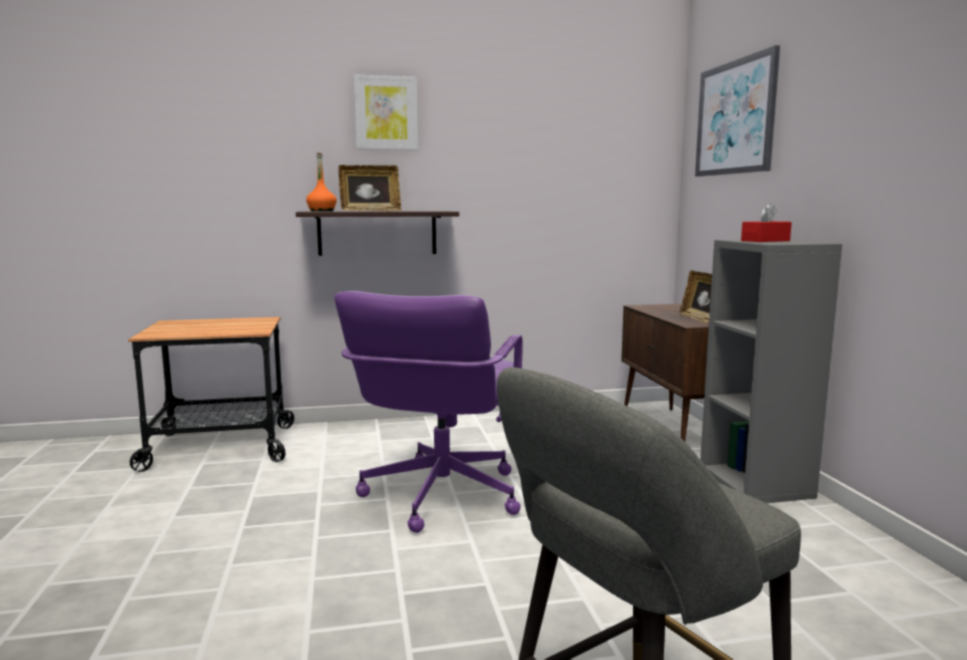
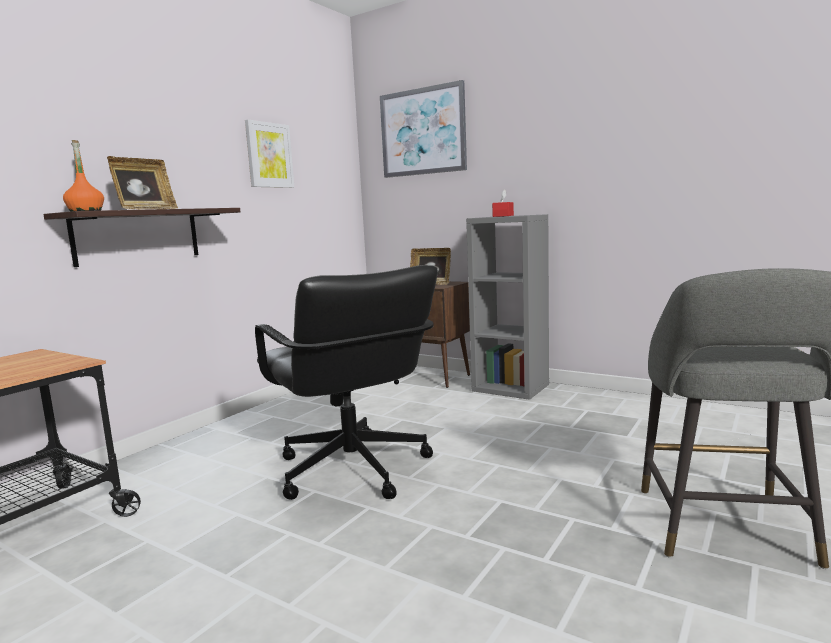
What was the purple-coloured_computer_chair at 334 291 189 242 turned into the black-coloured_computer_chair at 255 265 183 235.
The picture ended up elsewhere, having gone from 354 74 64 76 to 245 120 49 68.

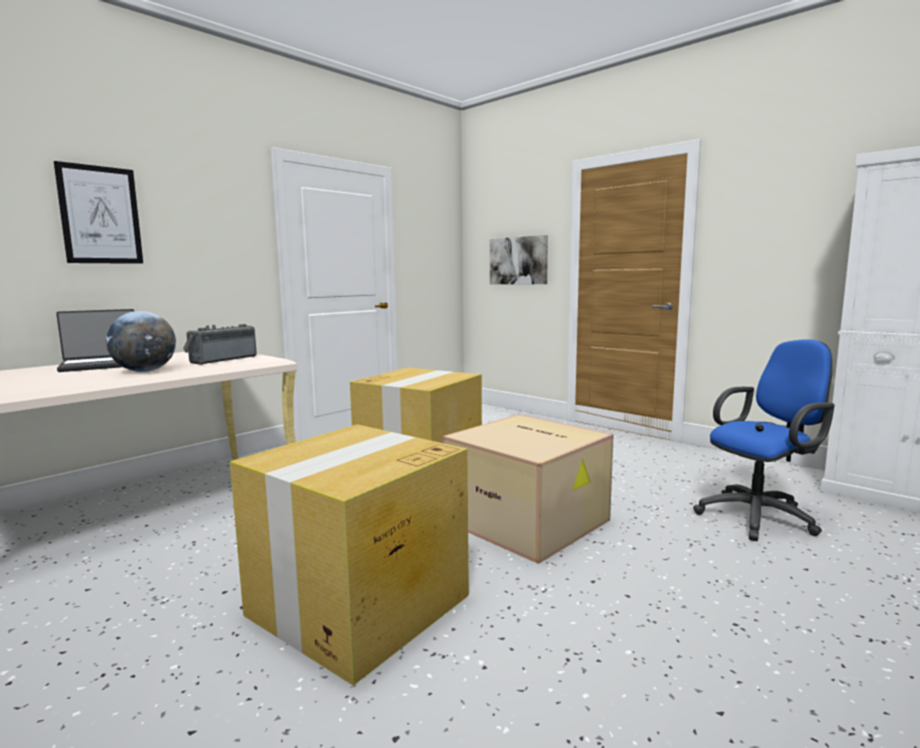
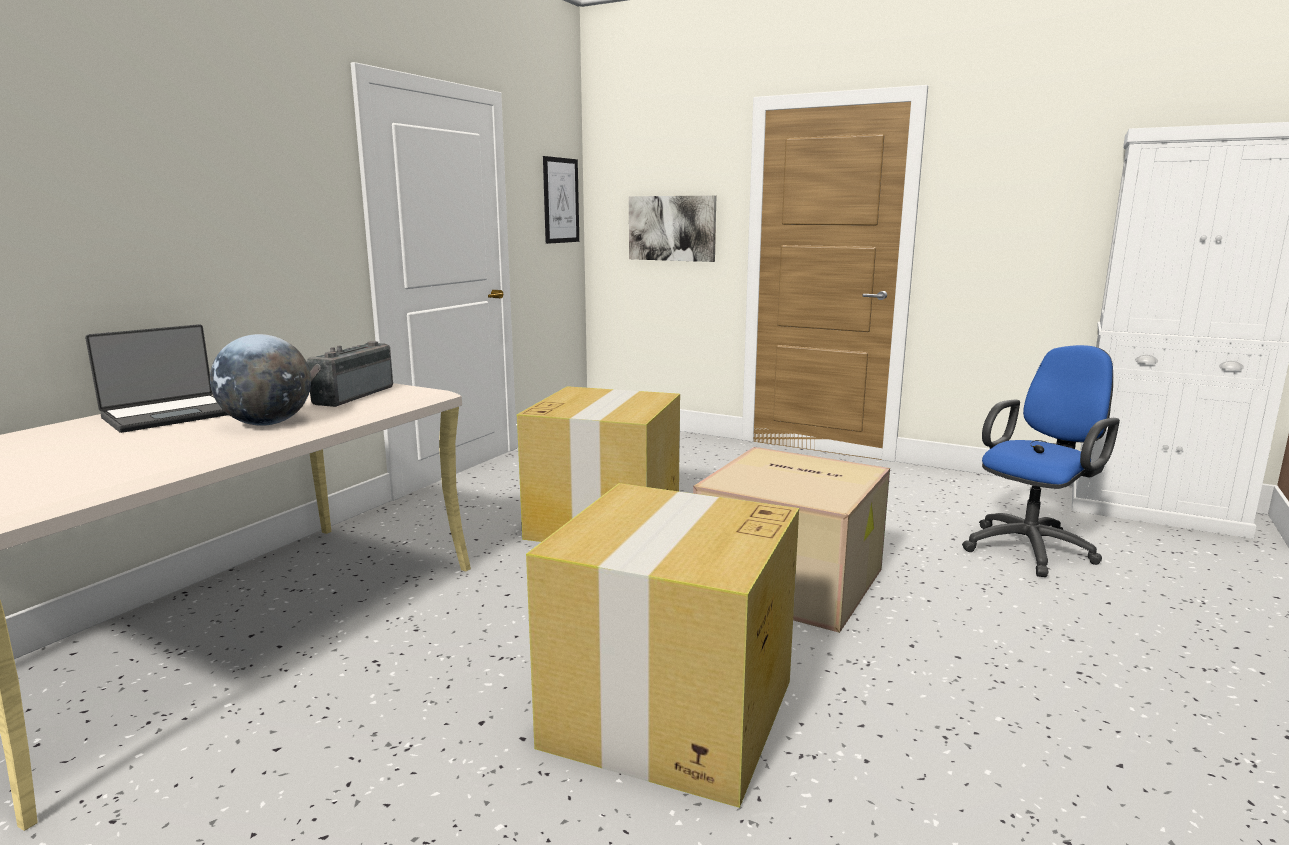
The picture ended up elsewhere, having gone from 54 161 89 103 to 543 156 36 88.

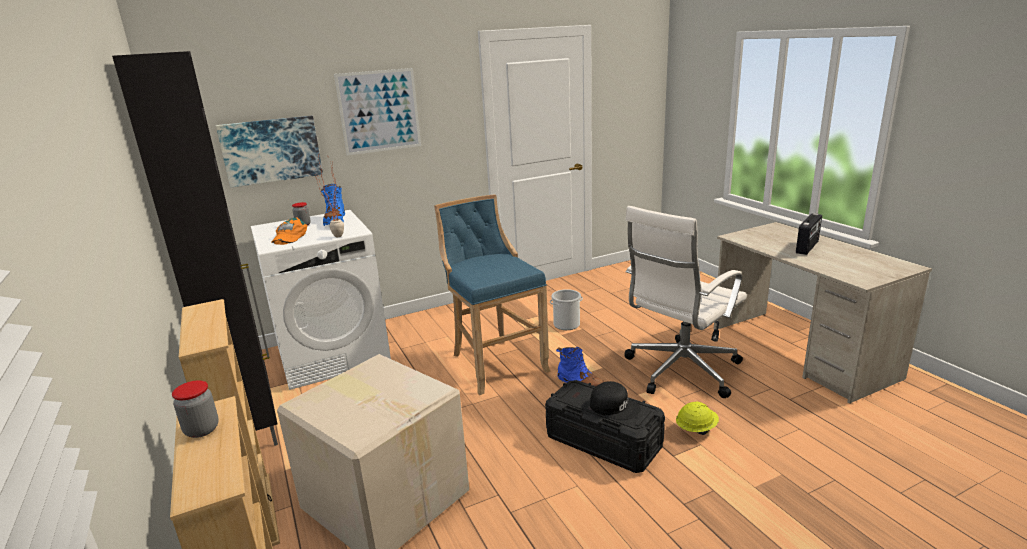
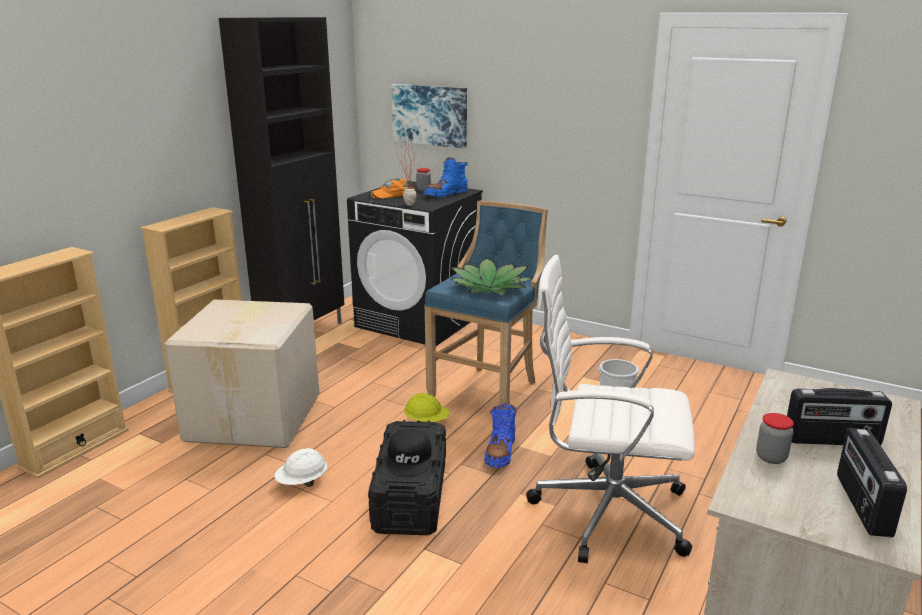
The storage_jar ended up elsewhere, having gone from 172 380 47 58 to 756 413 38 51.
What was the white_washing_machine at 251 210 140 180 turned into the black-coloured_washing_machine at 347 181 136 165.
The second view lost the picture at 334 68 87 88.
The yellow_work_helmet ended up elsewhere, having gone from 676 401 43 34 to 404 393 46 29.
The second view gained the white_work_helmet at 274 448 53 39.
The second view gained the houseplant at 450 258 83 37.
The second view gained the radio_receiver at 837 428 70 109.

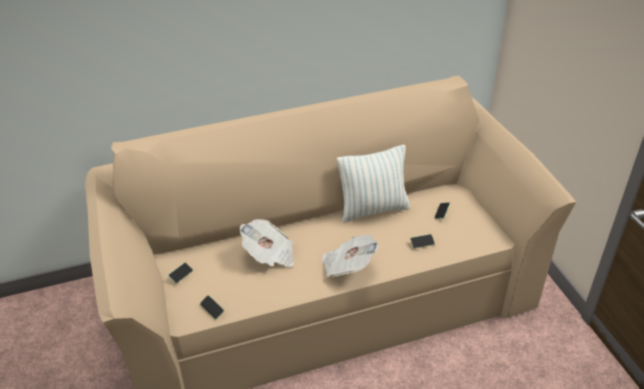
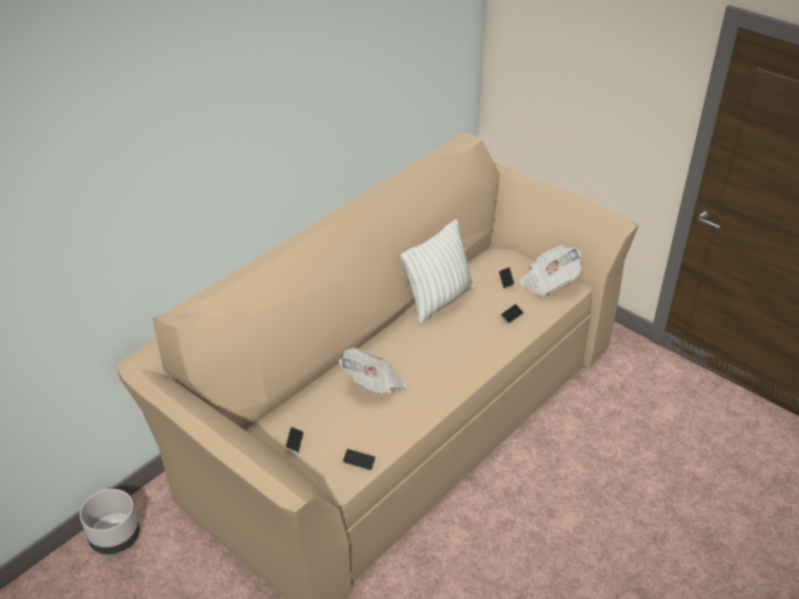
The daily_paper ended up elsewhere, having gone from 322 234 57 43 to 520 245 62 52.
The second view gained the grey_planter at 80 489 60 65.

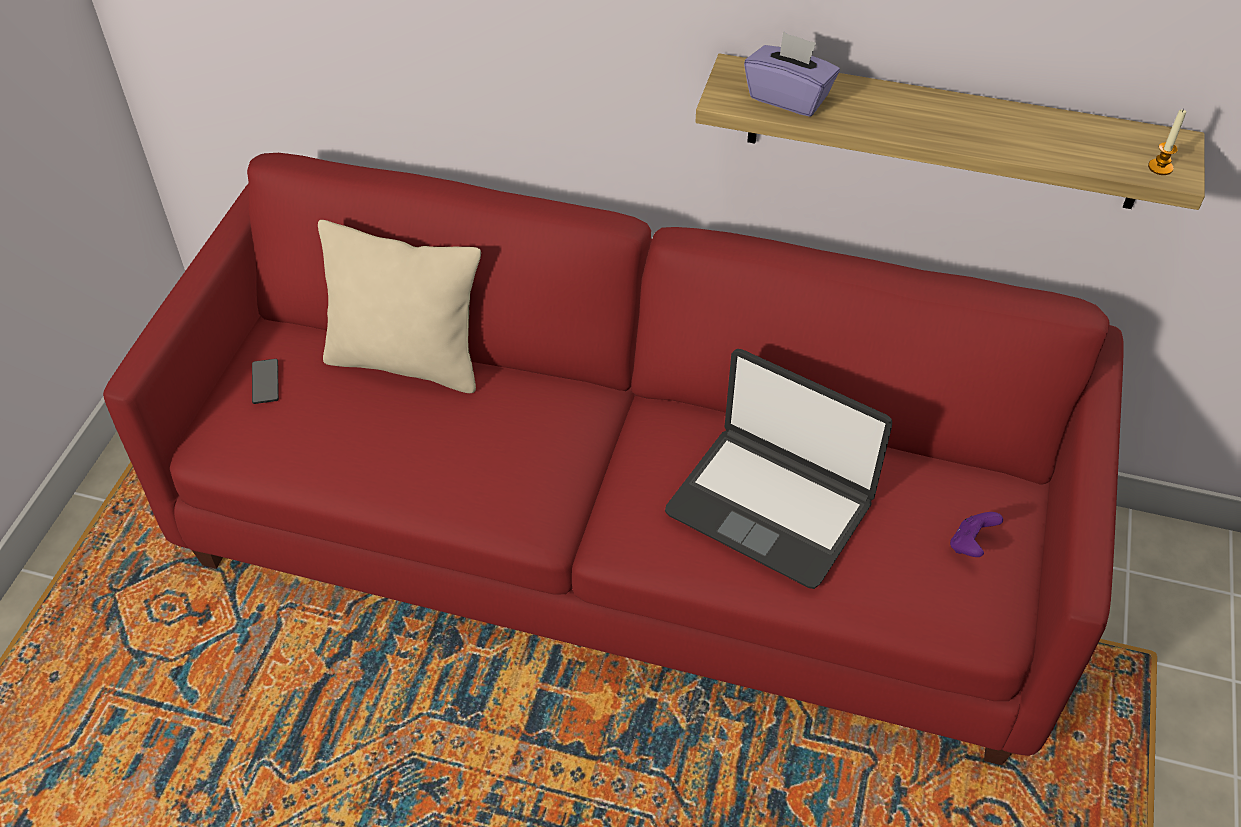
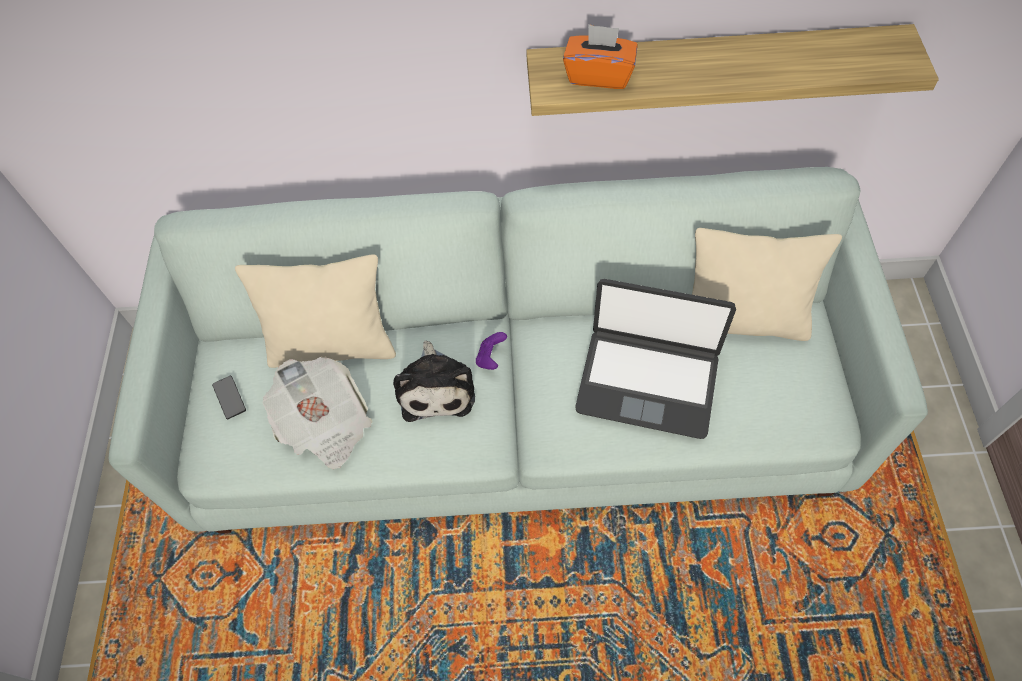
What was the red-coloured_settee at 103 153 1021 612 turned into the white_settee at 109 167 819 366.
What was the purple-coloured_tissue_box at 744 31 96 86 turned into the orange_tissue_box at 563 24 75 65.
The purple-coloured_game_controller ended up elsewhere, having gone from 950 512 53 45 to 476 332 31 38.
The second view lost the wax_light at 1148 109 38 66.
The second view gained the daily_paper at 263 357 110 112.
The second view gained the cuddly_toy at 393 341 82 81.
The second view gained the beige-coloured_throw_pillow at 692 228 150 113.

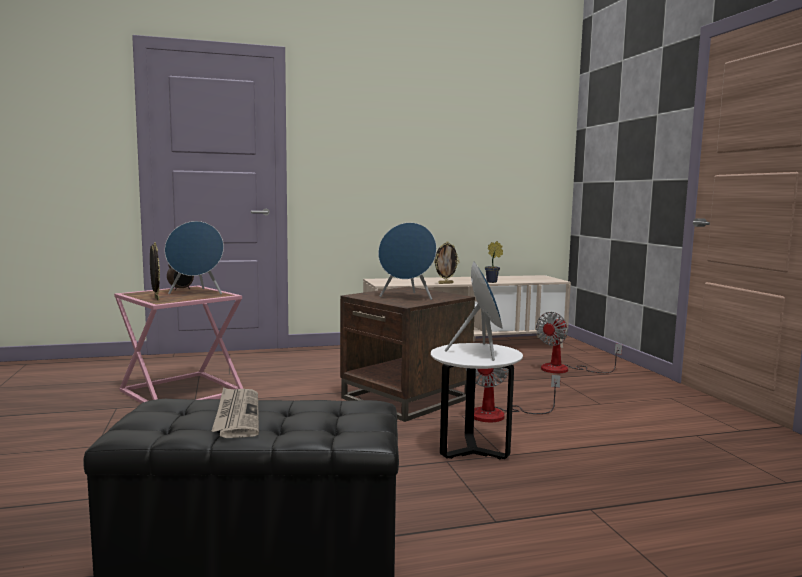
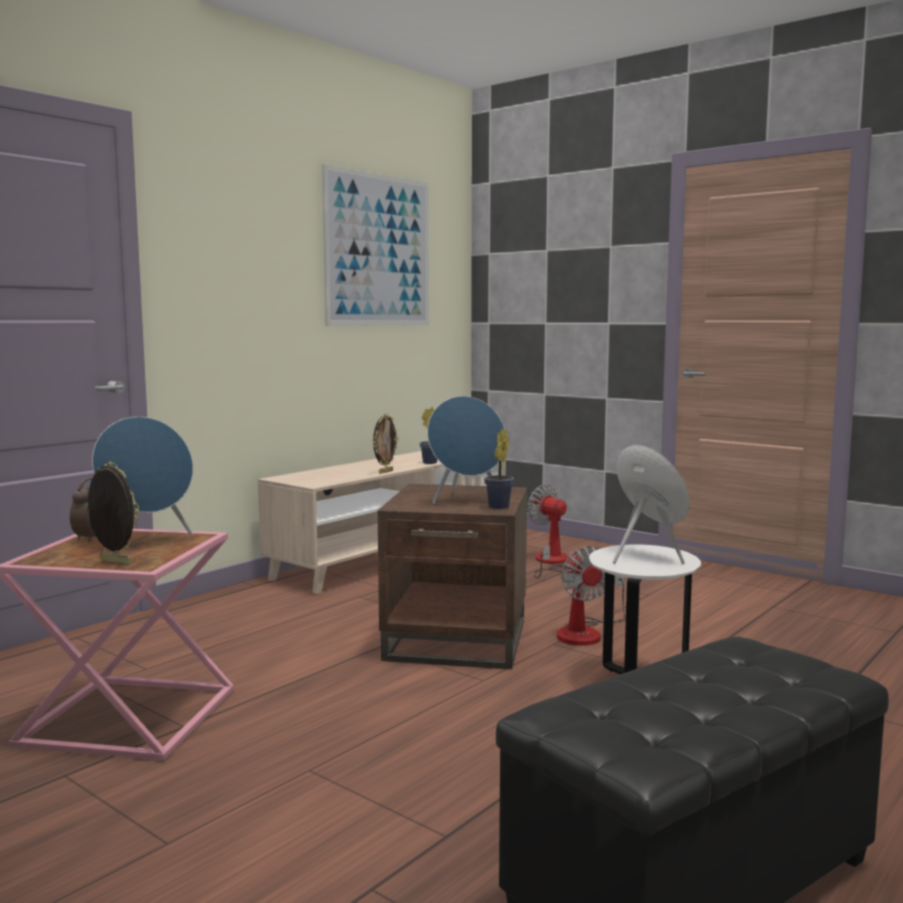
The second view lost the daily_paper at 212 387 47 51.
The electric_fan at 536 312 86 61 ended up facing another way, 135 degrees clockwise from before.
The second view gained the picture at 322 164 107 162.
The second view gained the houseplant at 484 429 30 80.

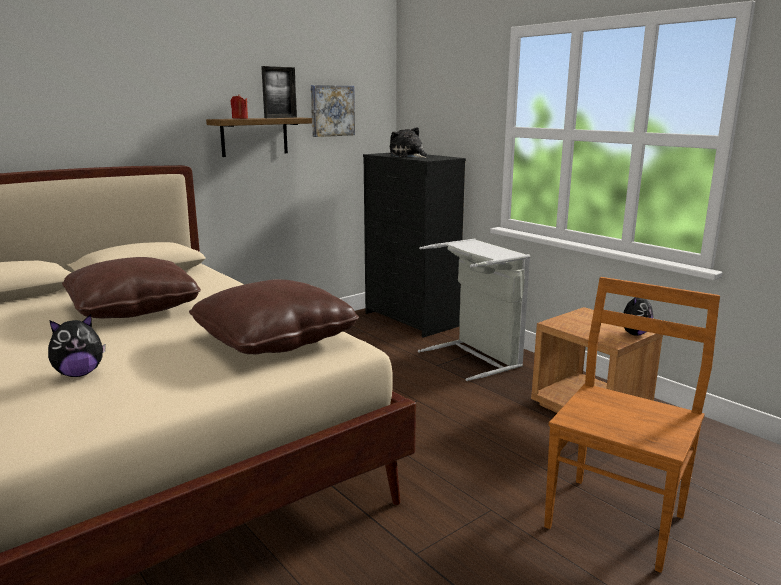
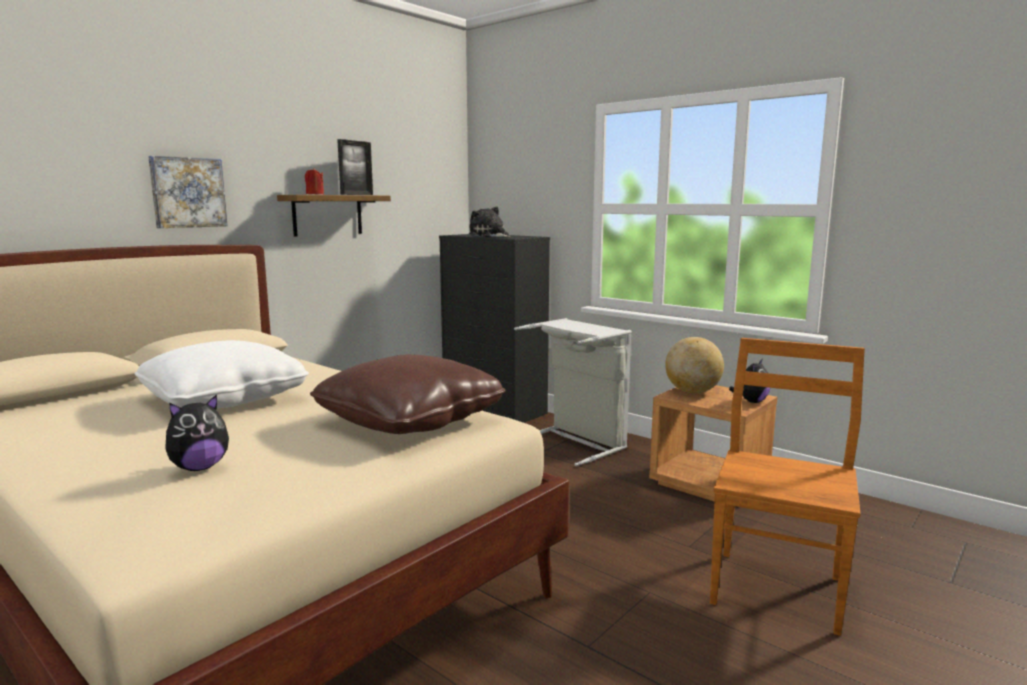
What was the brown_throw_pillow at 62 257 139 61 turned into the white_throw_pillow at 134 340 175 68.
The picture ended up elsewhere, having gone from 311 85 44 52 to 148 156 80 72.
The second view gained the world_globe at 665 337 59 57.

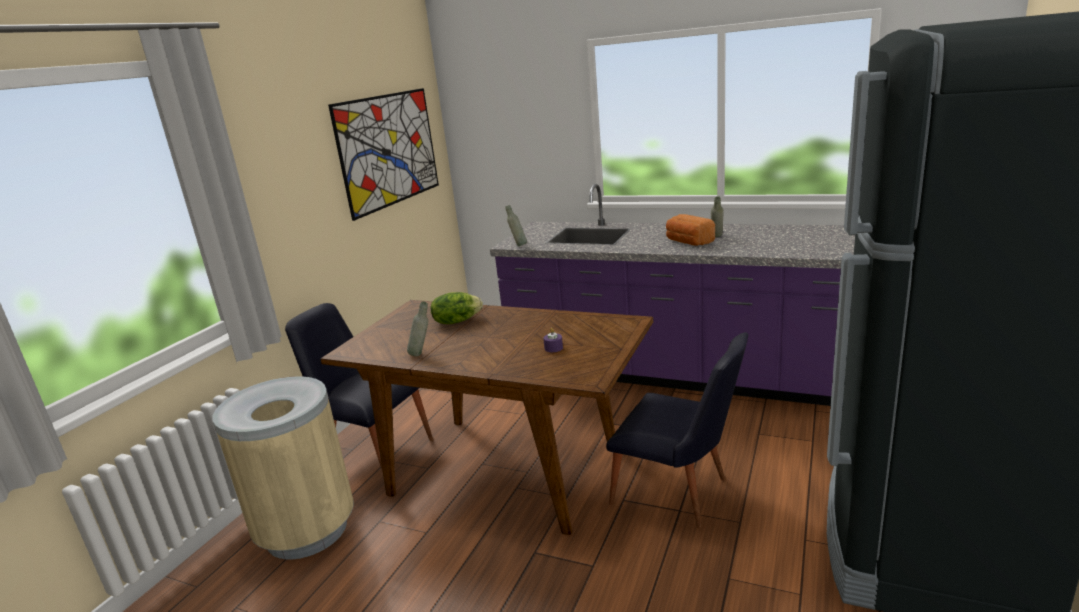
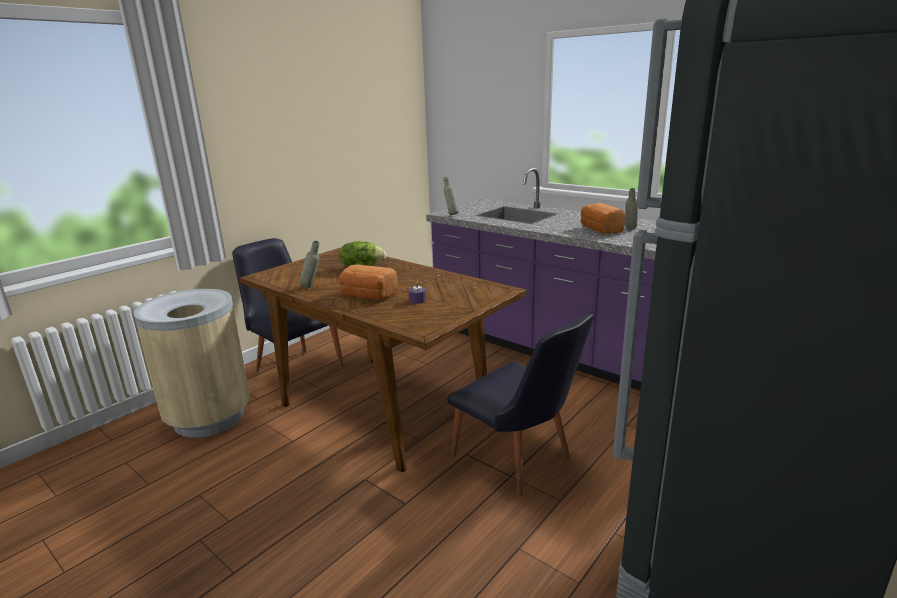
The second view lost the picture at 328 88 111 133.
The second view gained the baked_bread at 339 265 59 35.

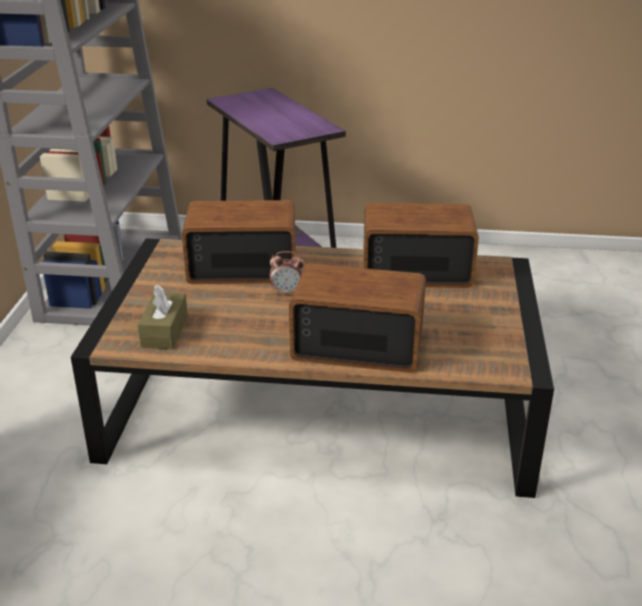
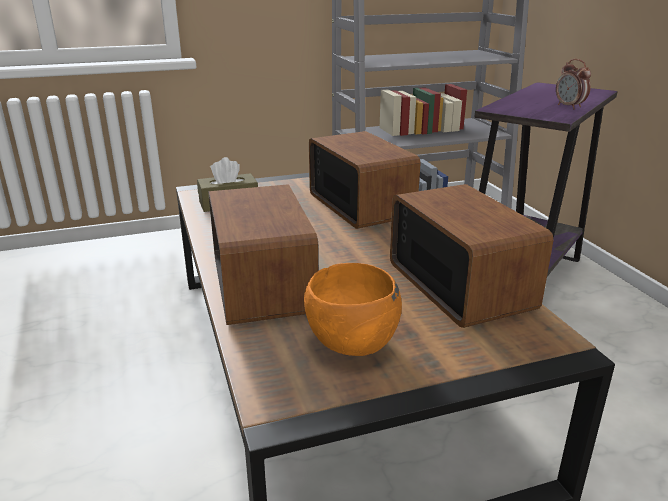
The bedside_clock ended up elsewhere, having gone from 270 251 34 44 to 556 59 35 50.
The second view gained the orange_deep_dish at 304 263 98 93.

